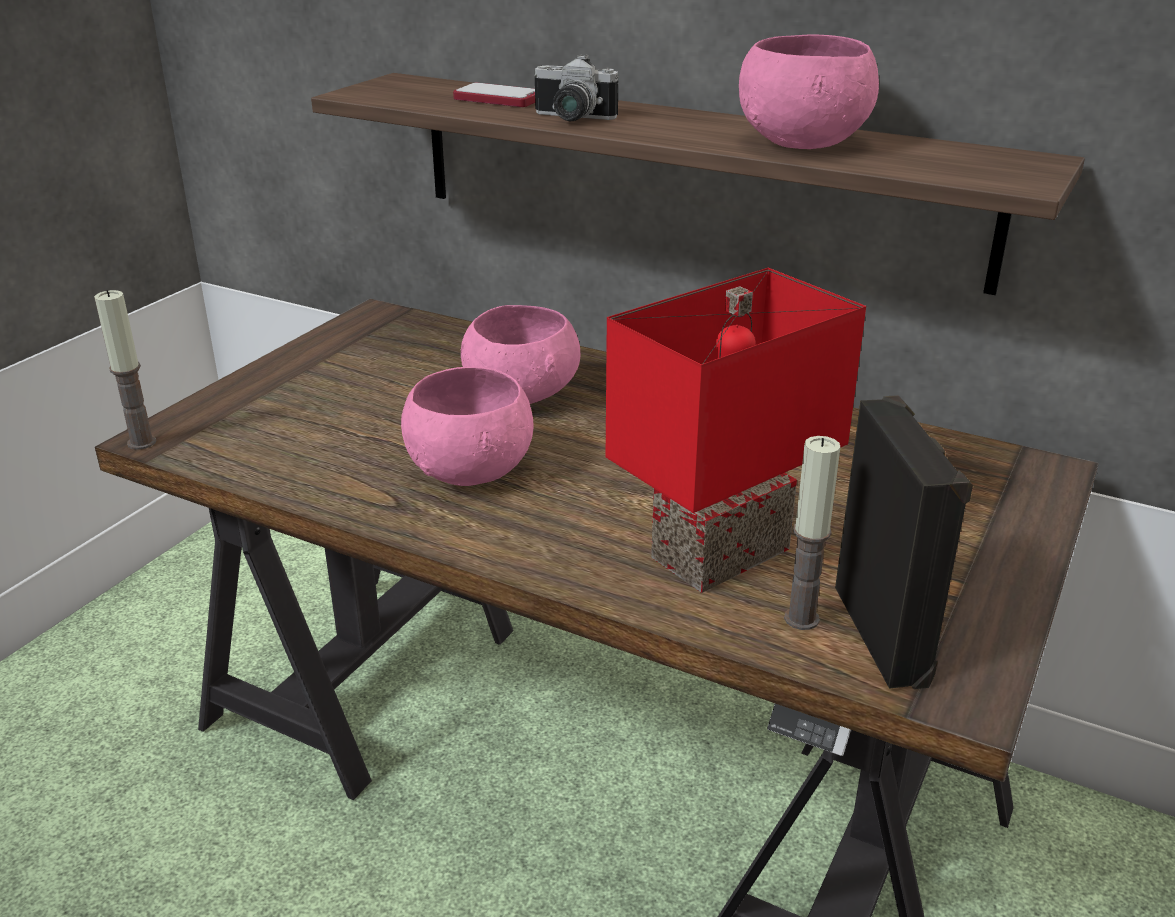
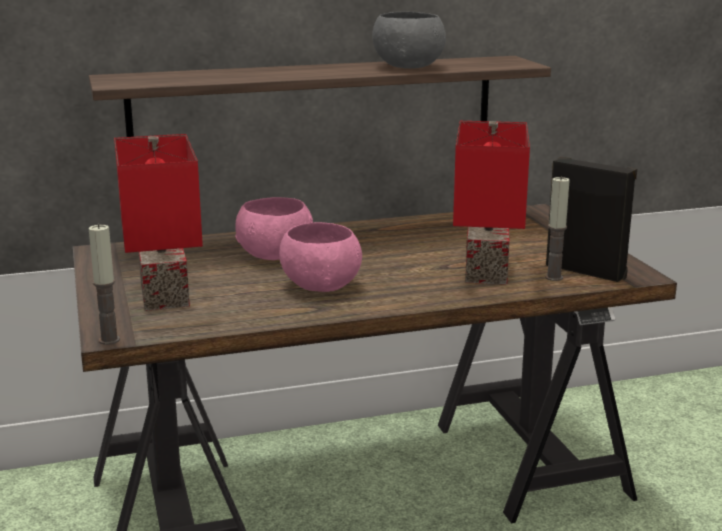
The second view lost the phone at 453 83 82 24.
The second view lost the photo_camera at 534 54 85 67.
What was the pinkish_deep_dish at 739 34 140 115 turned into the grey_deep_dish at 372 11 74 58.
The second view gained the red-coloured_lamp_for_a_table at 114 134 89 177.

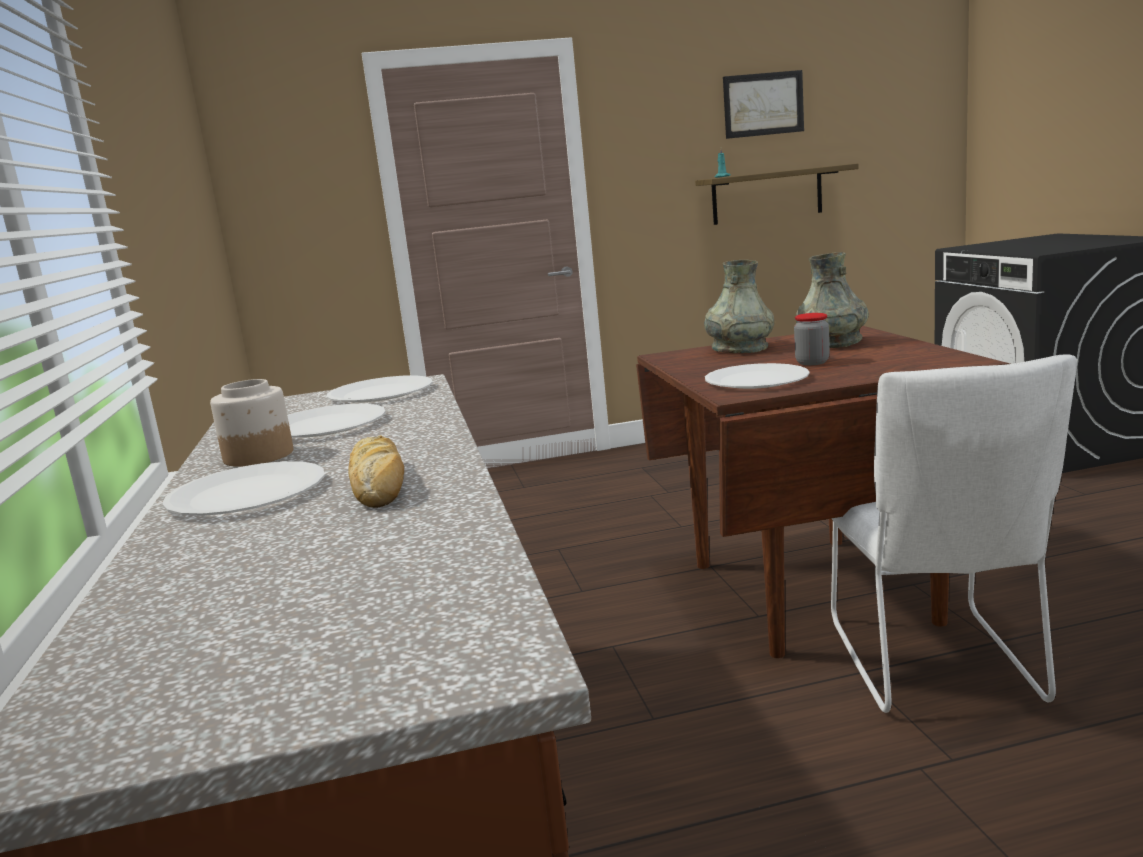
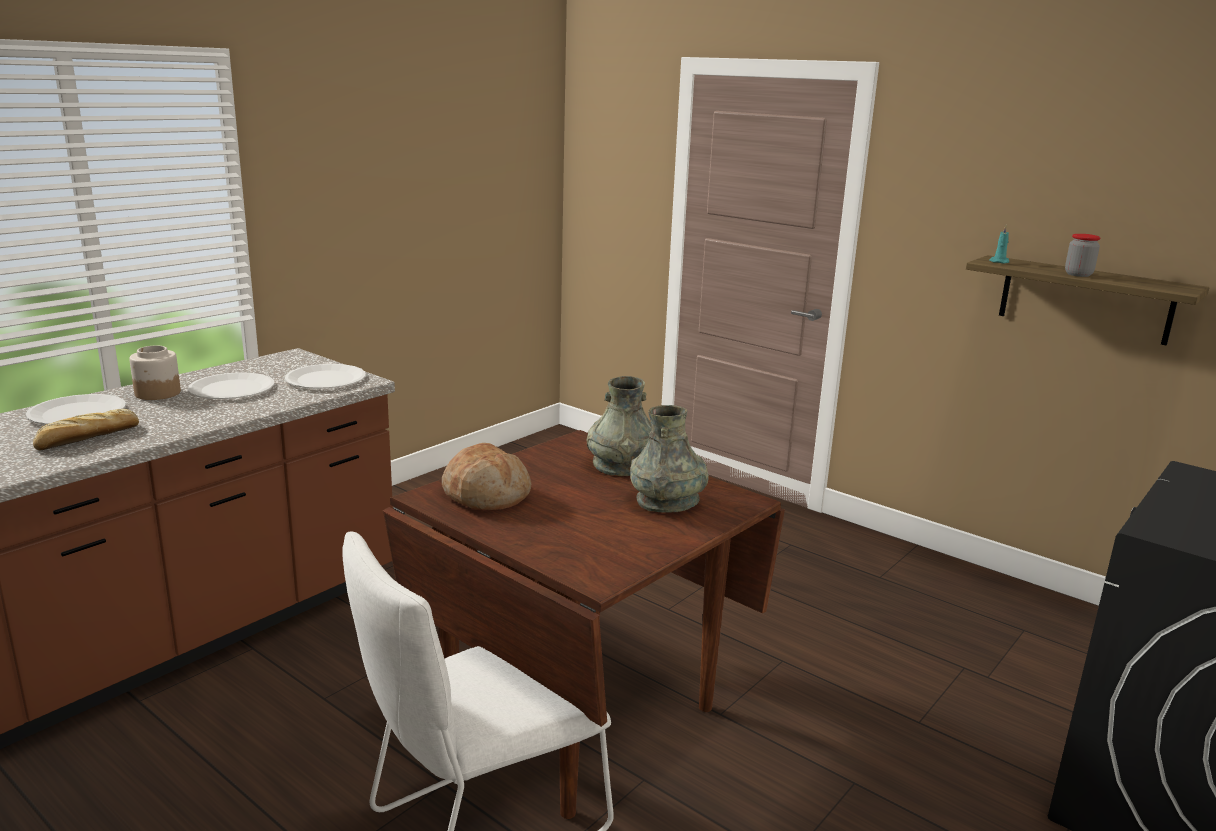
Where the white_dinner_plate stood at 705 363 105 26, the baked_bread came to stand at 442 443 89 68.
The second view lost the picture at 723 70 81 69.
The storage_jar ended up elsewhere, having gone from 794 313 36 52 to 1065 234 36 43.

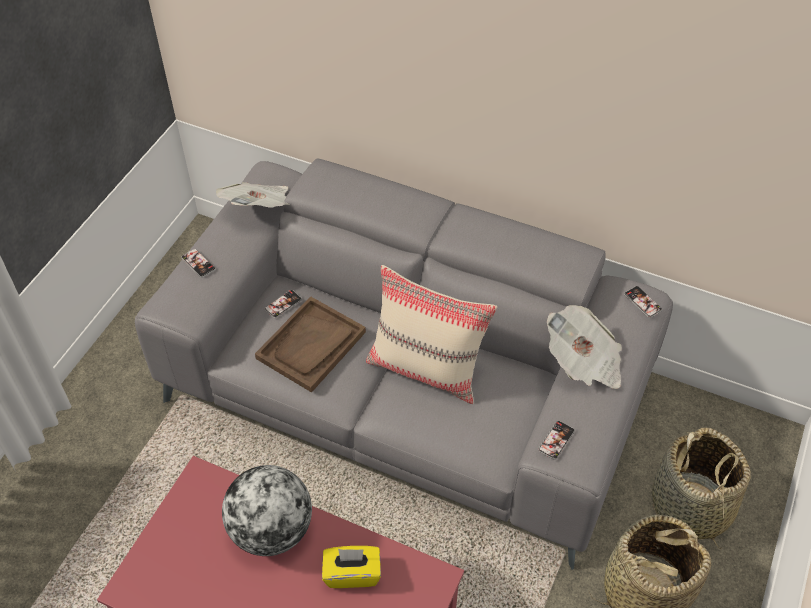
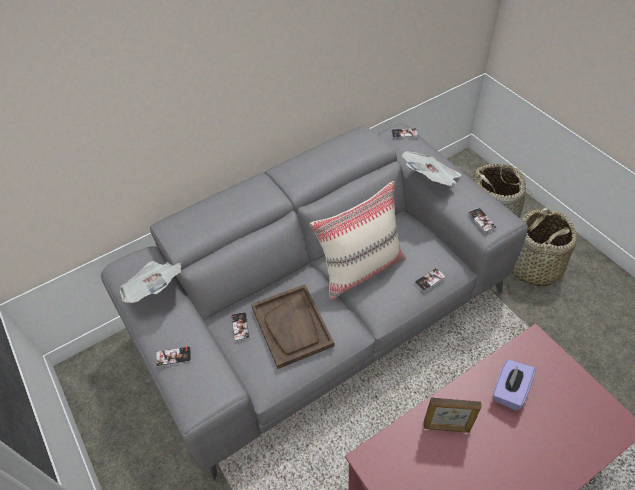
Where the world_globe stood at 222 465 90 91, the picture_frame came to stand at 423 397 59 36.
What was the yellow_tissue_box at 322 546 59 42 turned into the purple-coloured_tissue_box at 493 359 43 52.
The second view gained the phone at 415 268 31 24.

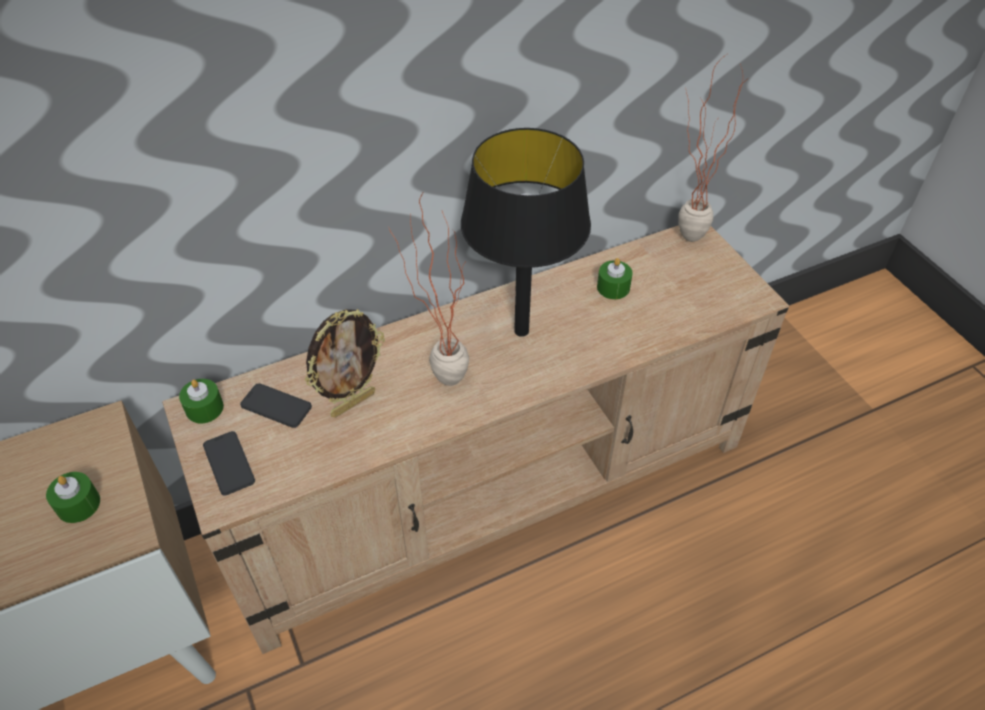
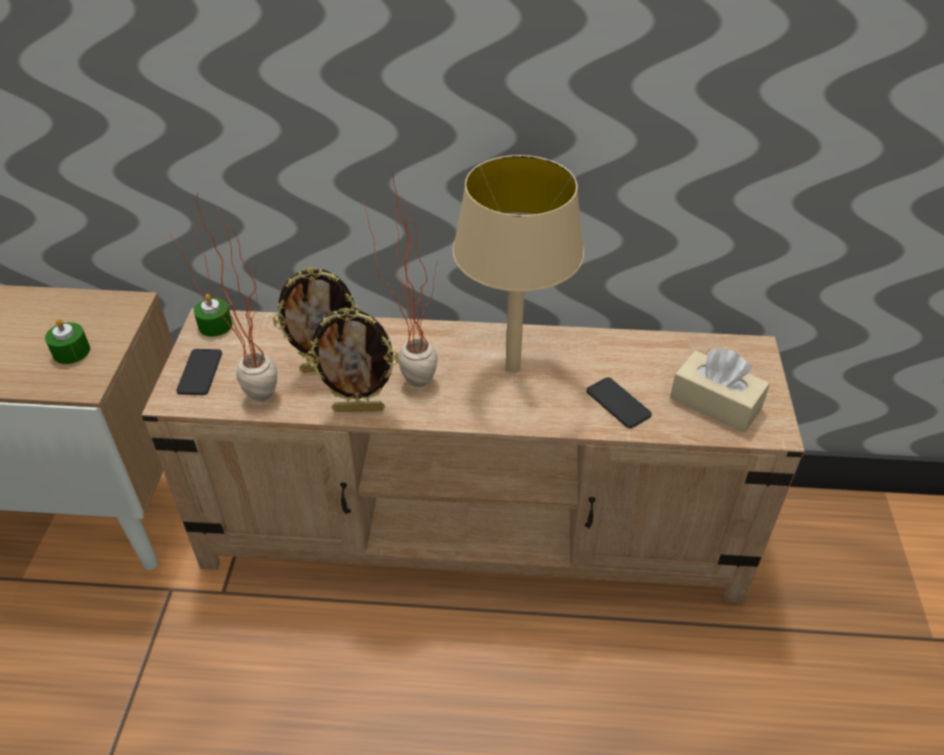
The phone ended up elsewhere, having gone from 240 383 72 45 to 586 377 66 51.
What was the black-coloured_lamp_for_a_table at 461 128 130 209 turned into the beige-coloured_lamp_for_a_table at 452 155 132 218.
The second view lost the green_wax_light at 597 258 36 41.
The houseplant ended up elsewhere, having gone from 679 54 67 188 to 168 193 109 209.
The second view gained the picture_frame at 305 307 94 105.
The second view gained the beige-coloured_tissue_box at 670 349 100 84.

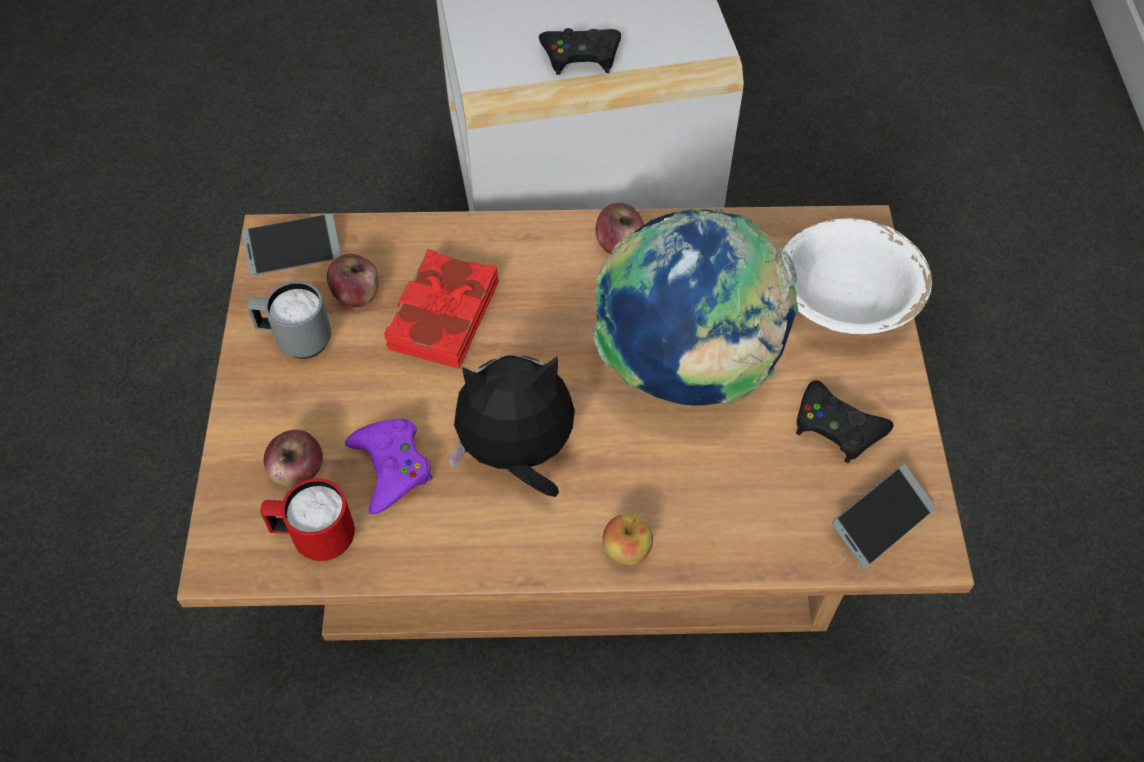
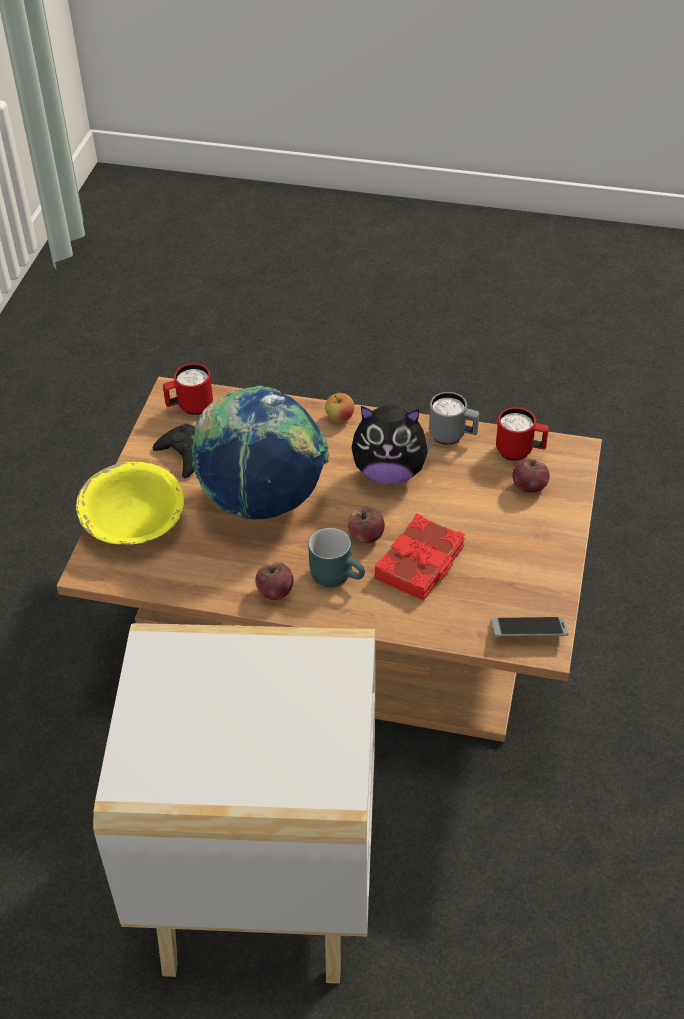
The grey_mug ended up elsewhere, having gone from 247 281 84 78 to 429 392 50 53.
The apple_fruit ended up elsewhere, having gone from 327 254 52 53 to 348 507 37 36.
The second view lost the purple-coloured_game_controller at 345 419 88 95.
The second view lost the black-coloured_game_controller at 539 28 82 47.
What was the white_deep_dish at 783 218 149 116 turned into the yellow_deep_dish at 76 462 108 83.
Where the phone stood at 832 465 103 102, the red-coloured_mug came to stand at 163 363 50 52.
The second view gained the turquoise_mug at 308 528 57 59.

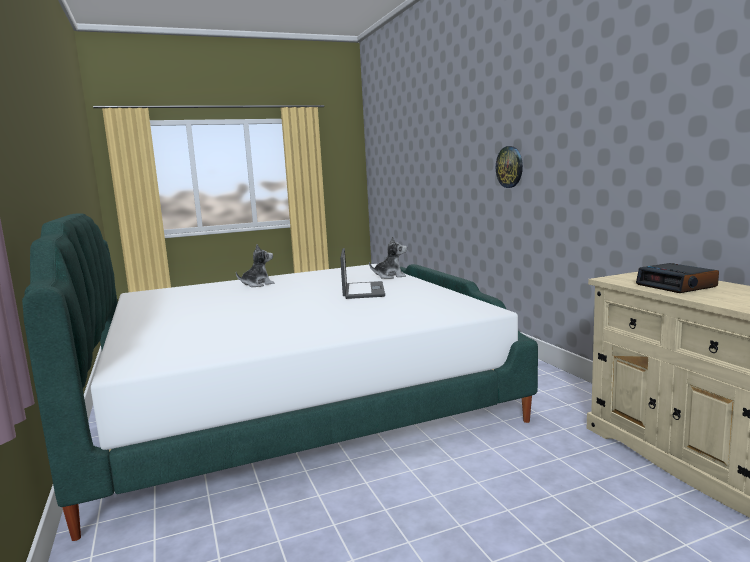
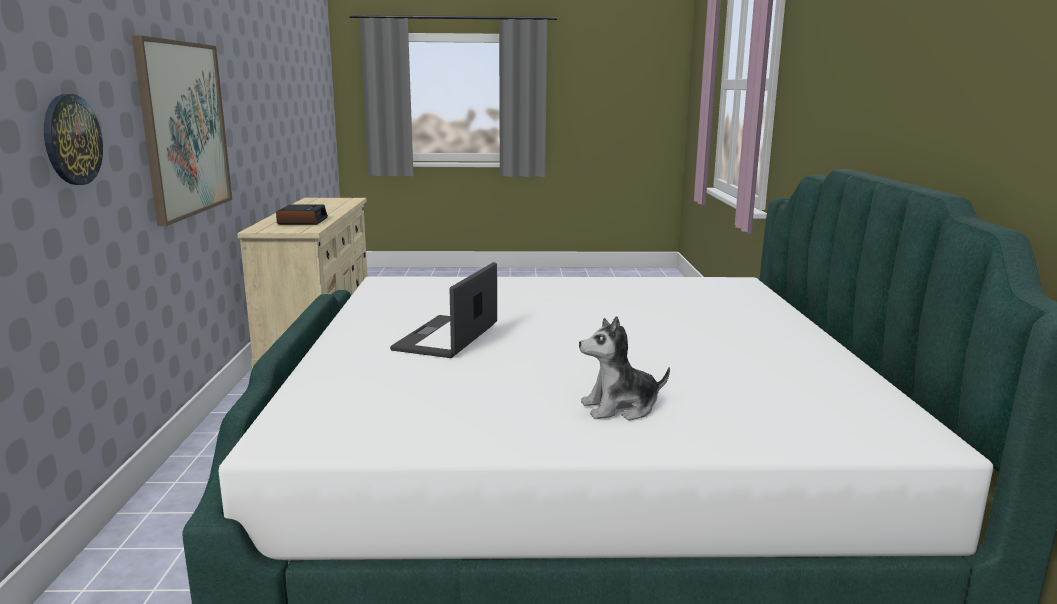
The second view lost the cuddly_toy at 369 236 38 43.
The second view gained the picture at 132 36 100 190.

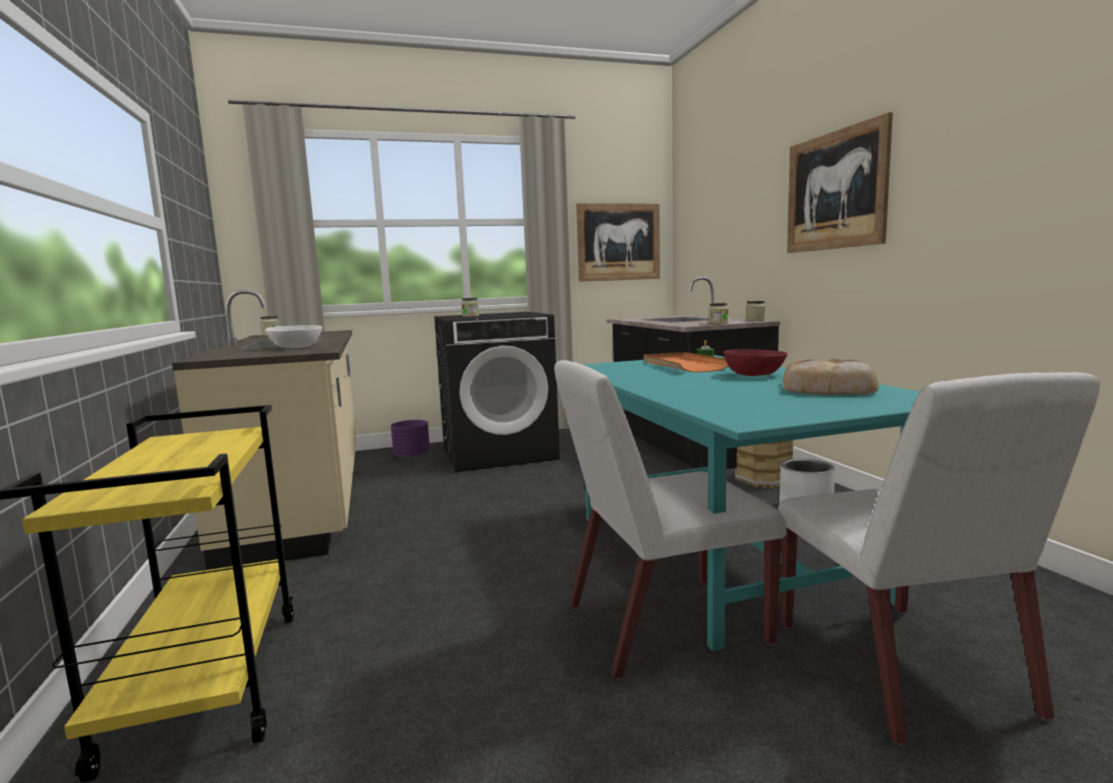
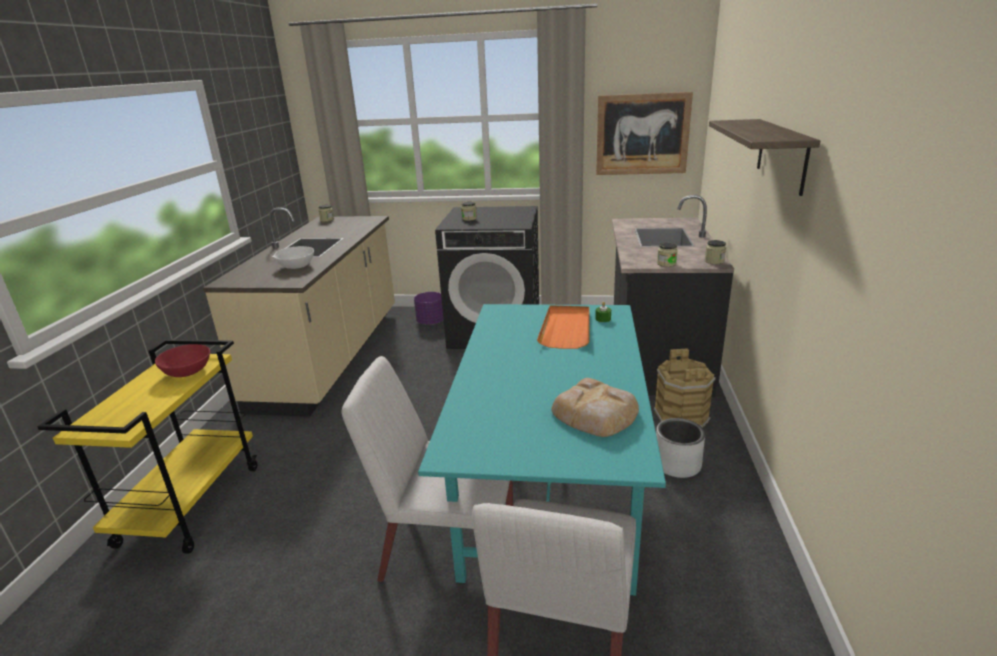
The red-coloured_deep_dish ended up elsewhere, having gone from 724 349 64 27 to 155 344 55 33.
Where the picture hung at 787 112 106 141, the shelf came to hang at 709 119 111 77.

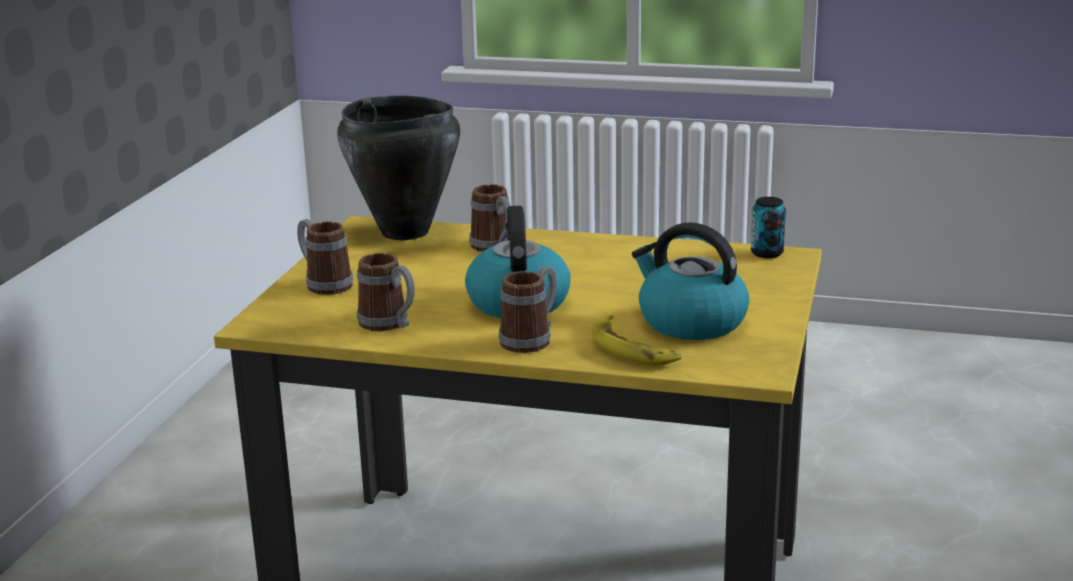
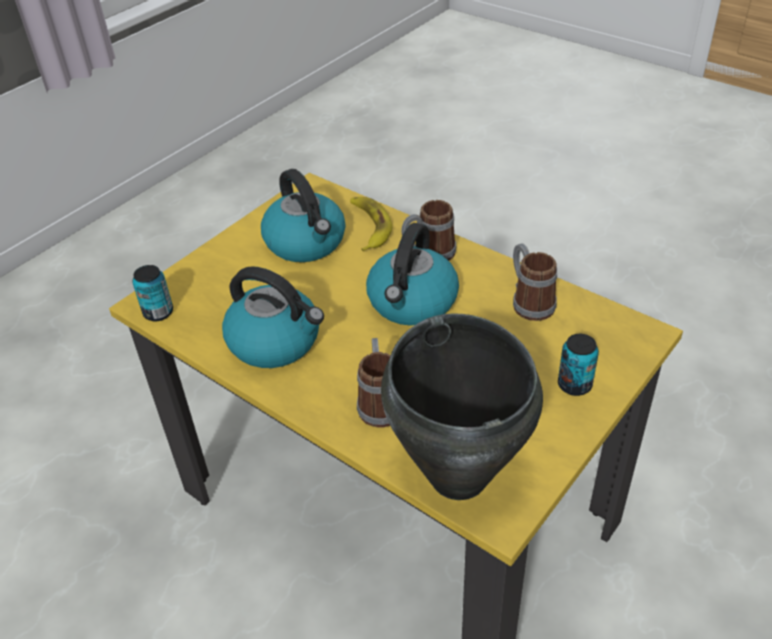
Where the mug stood at 297 219 57 76, the sealed_can came to stand at 558 334 41 62.
The second view gained the water_kettle at 222 266 102 102.

